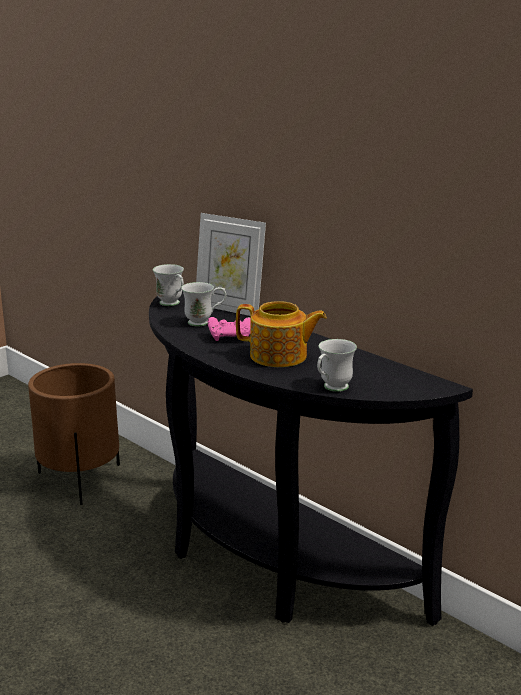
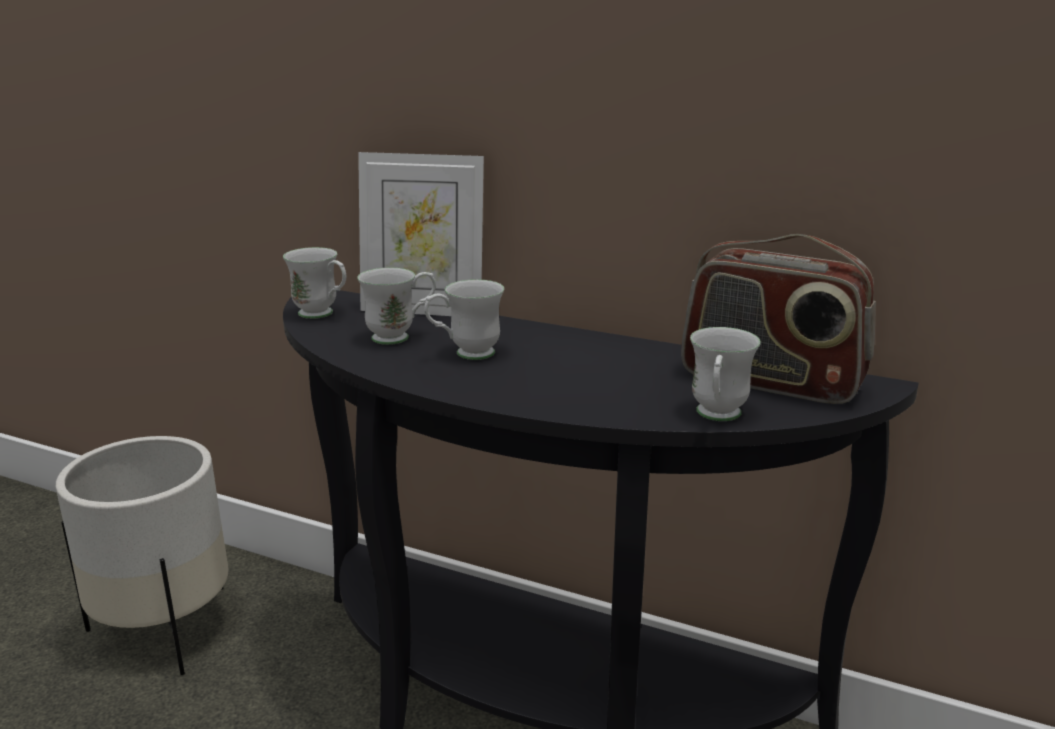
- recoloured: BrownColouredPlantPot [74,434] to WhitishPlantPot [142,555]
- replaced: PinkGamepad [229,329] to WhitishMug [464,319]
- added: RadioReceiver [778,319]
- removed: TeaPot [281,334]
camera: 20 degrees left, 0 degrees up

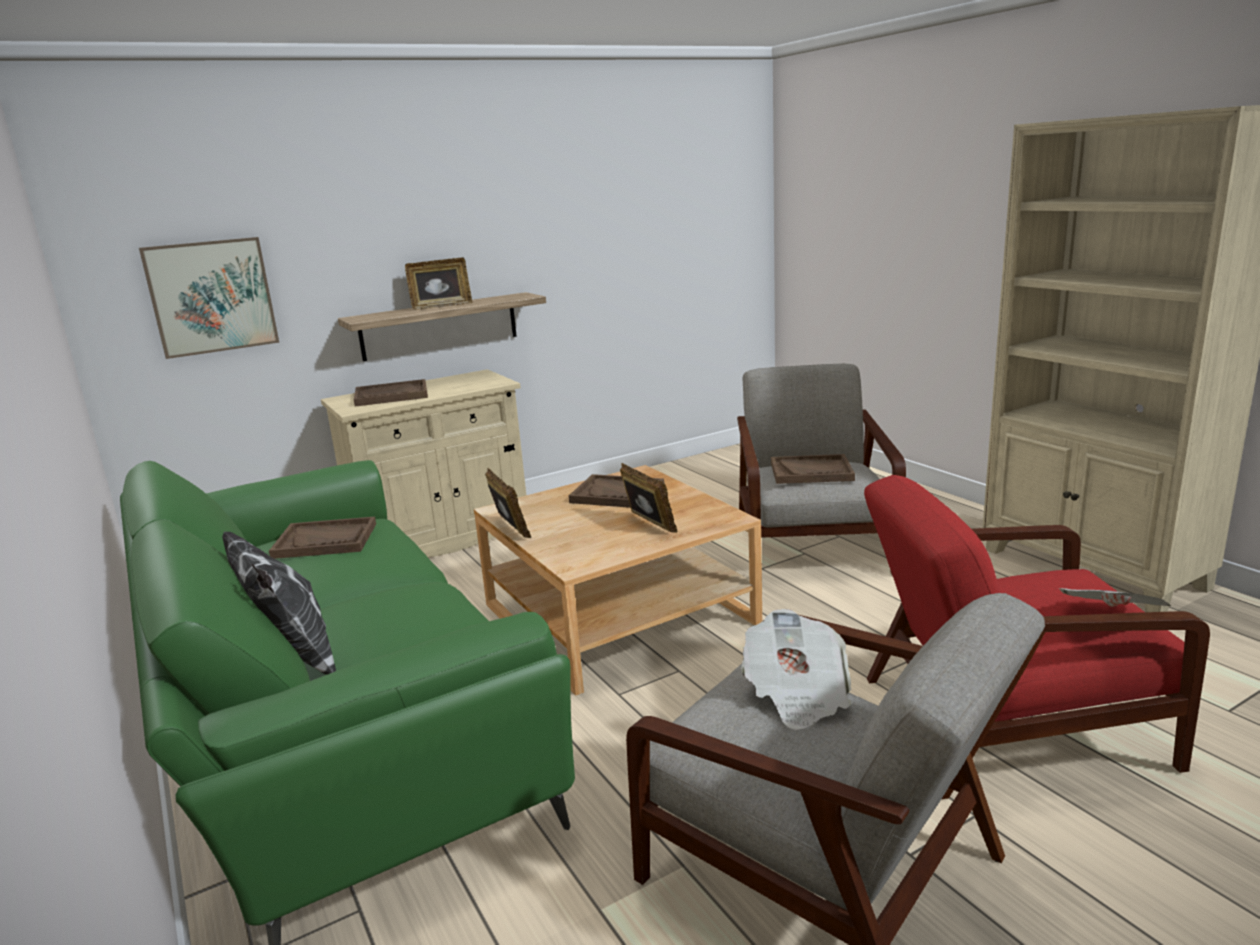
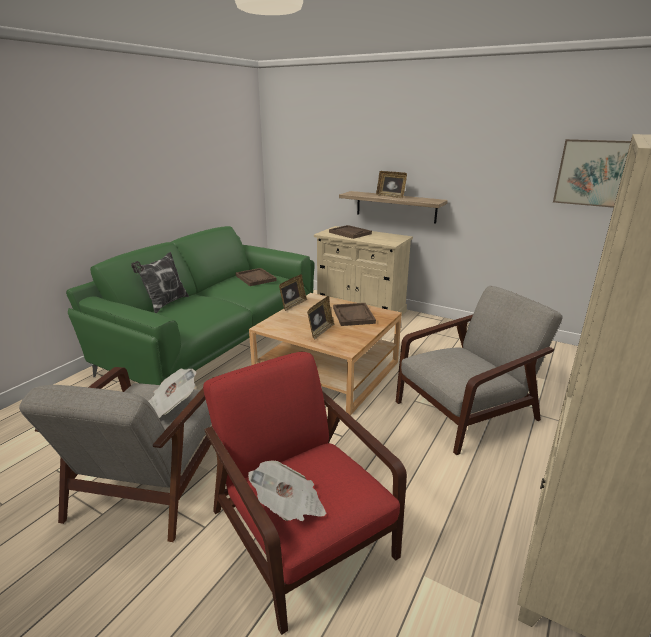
- moved: Picture [209,298] to [592,173]
- removed: BrownColouredTray [813,469]
camera: 60 degrees right, 5 degrees up

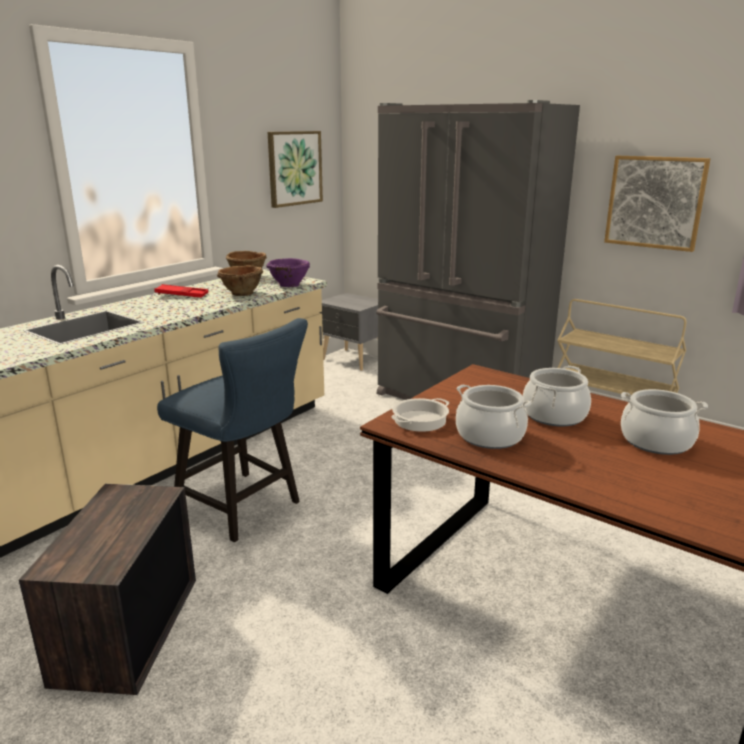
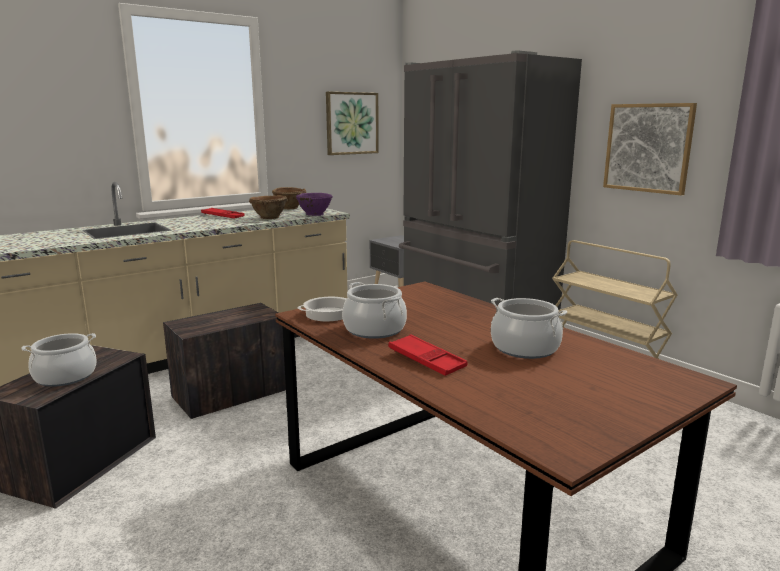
- moved: CookingPot [557,396] to [59,360]
- replaced: BluePlainChair [232,430] to ShippingCrate [224,361]
- added: RedTray [428,355]
camera: 15 degrees right, 5 degrees down

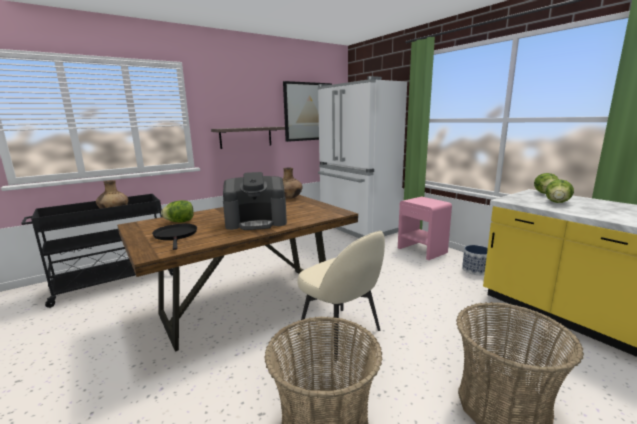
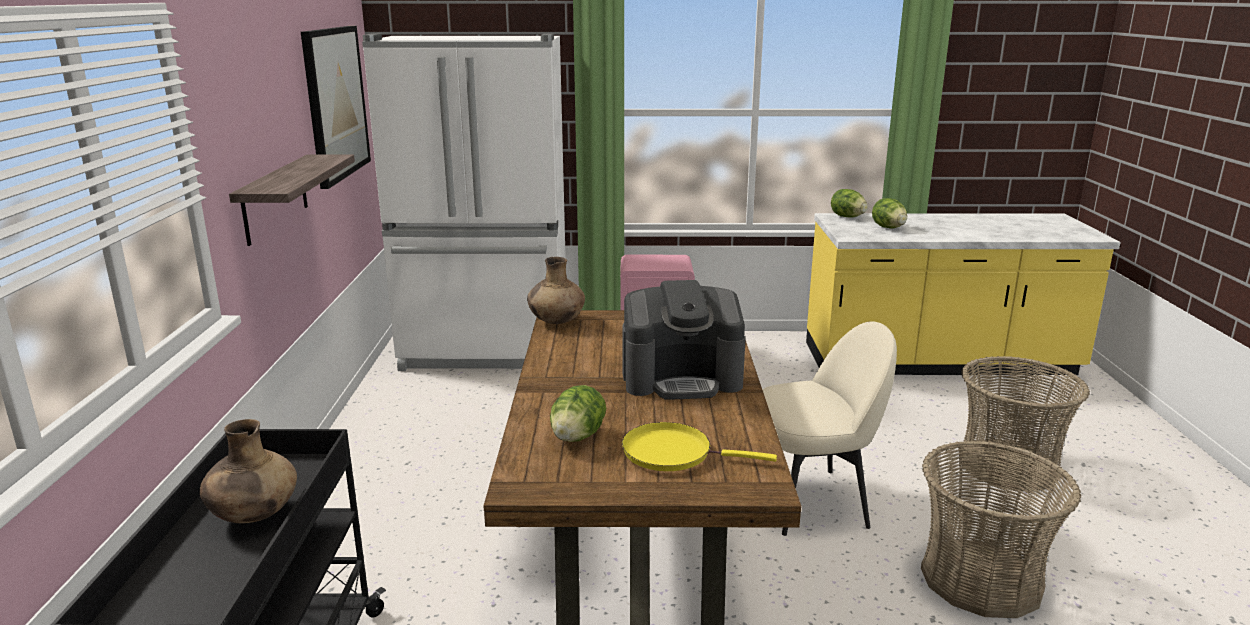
- recoloured: BlackColouredSkillet [174,237] to YellowishSkillet [699,446]
- turned: CoffeeBrewer [255,201] = [684,339] 60 degrees clockwise
- removed: PlantPot [475,260]
camera: 55 degrees left, 5 degrees up

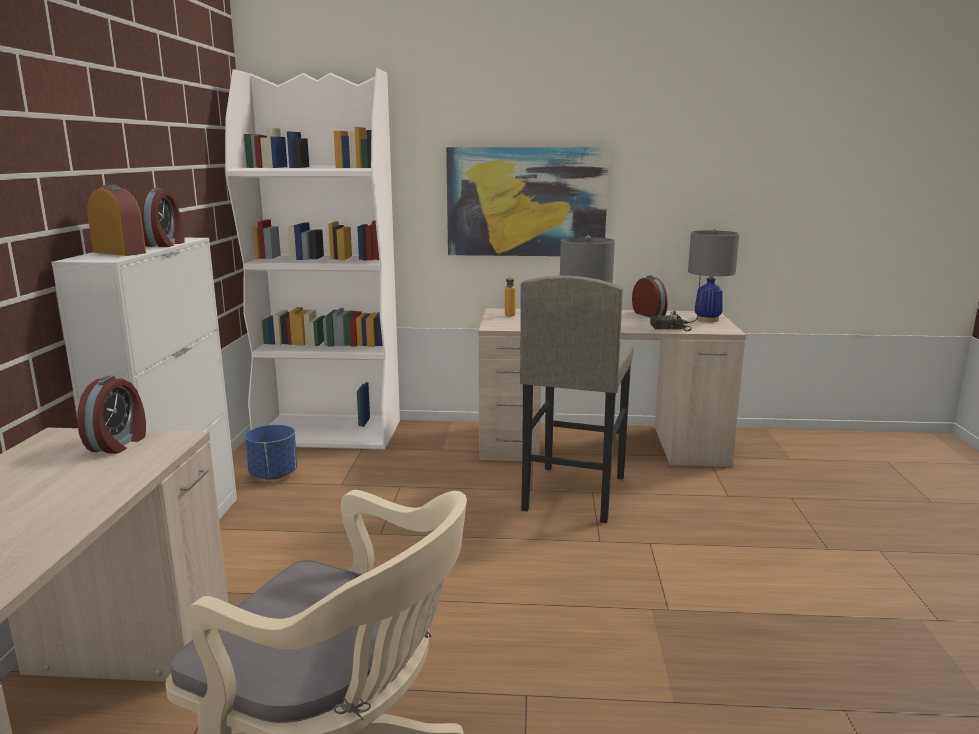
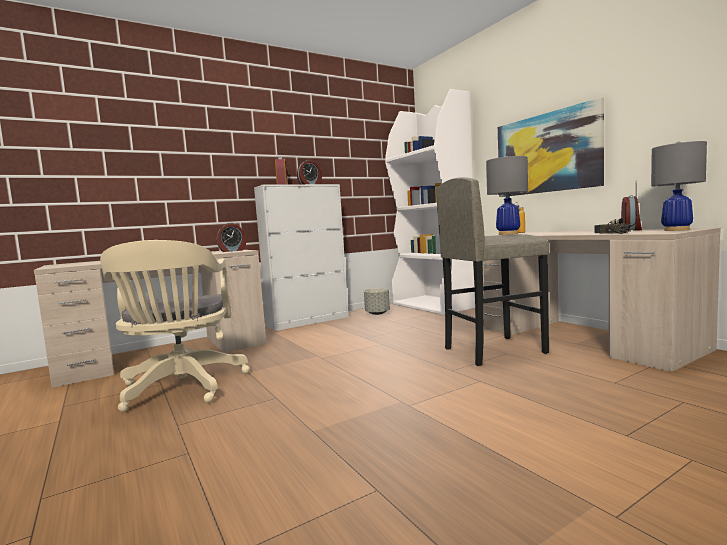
- recoloured: BluePlantPot [271,452] to GreyPlantPot [377,301]
camera: 55 degrees right, 10 degrees down

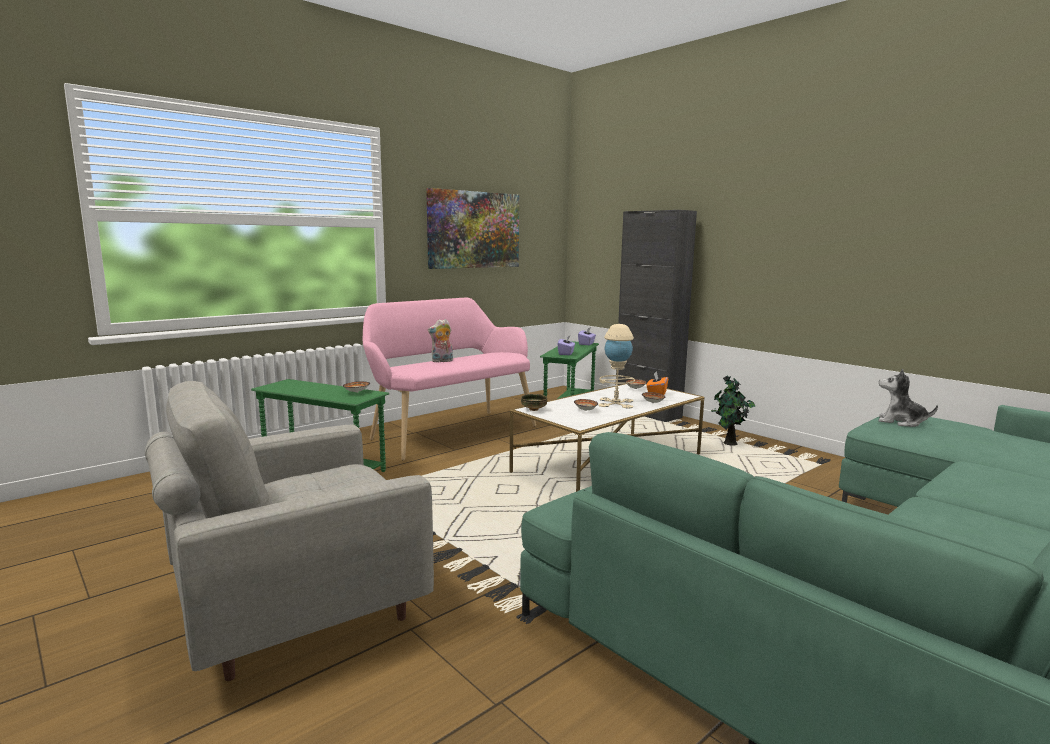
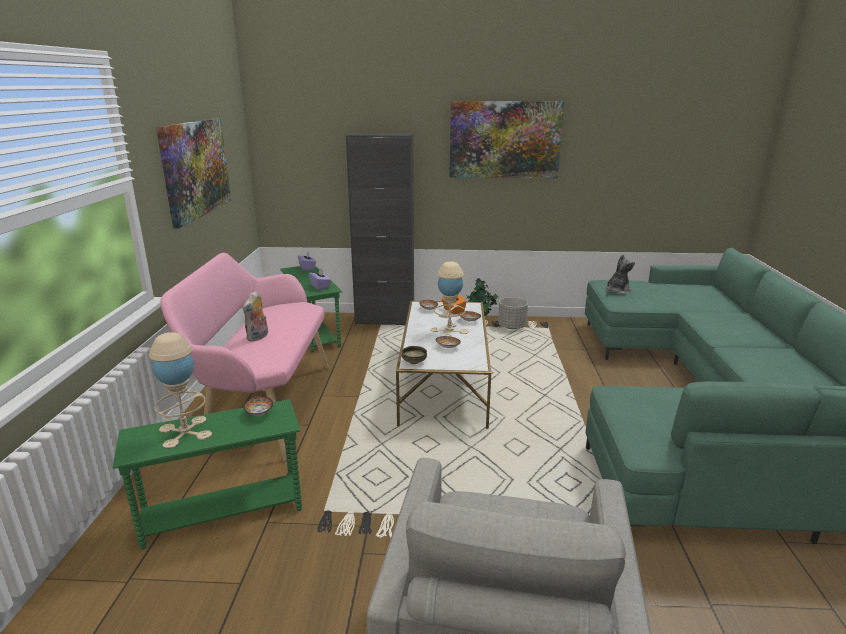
- added: BeigeTableLamp [180,390]
- added: Picture [506,139]
- added: GreyPlantPot [513,313]
- turned: PlushToy [908,398] = [620,274] 150 degrees clockwise
camera: 45 degrees left, 10 degrees up

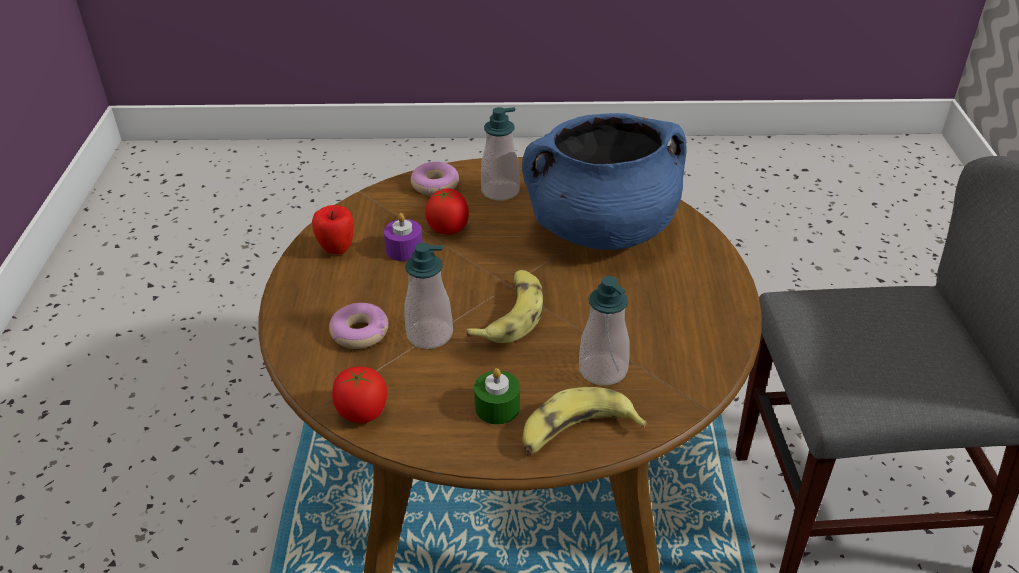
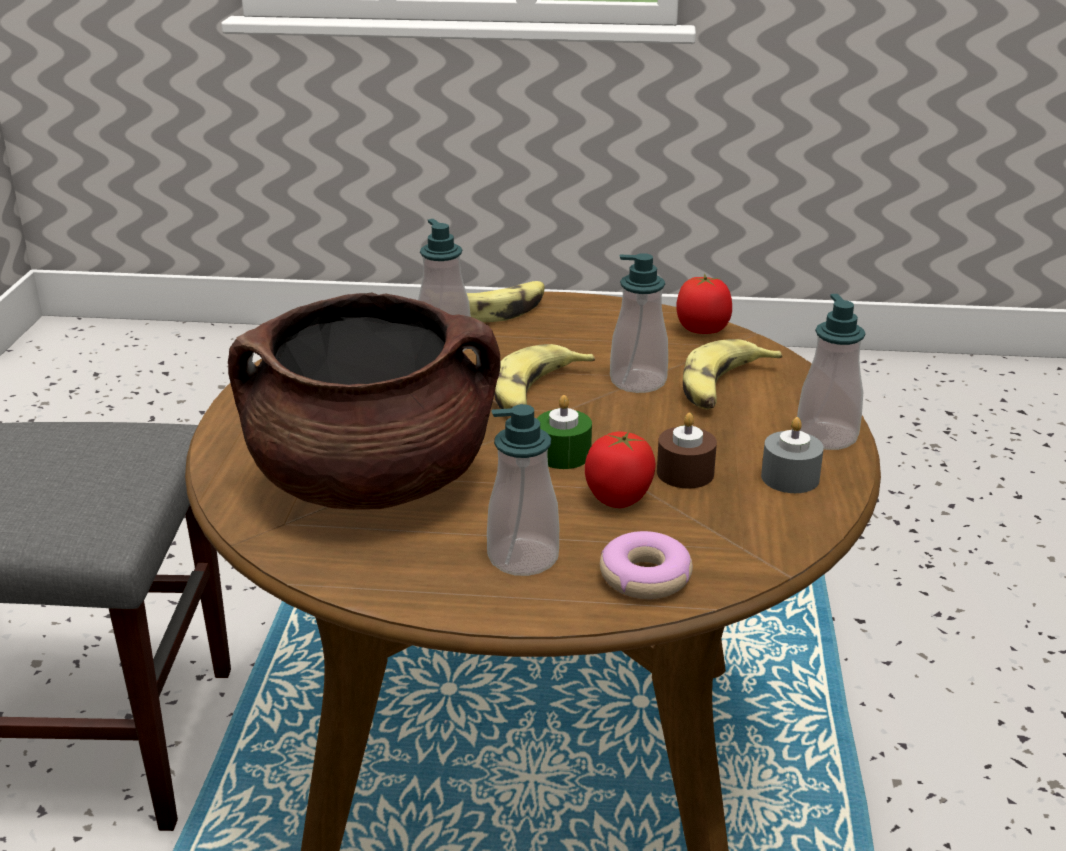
- recoloured: BlueCookingPot [604,181] to BrownColouredCookingPot [364,401]
- moved: GreenColouredWaxLight [497,396] to [564,432]
- recoloured: PurpleWaxLight [403,237] to BrownColouredWaxLight [687,451]
- replaced: RingDoughnut [359,326] to WholeBanana [733,374]
- replaced: WholeApple [333,229] to GreyWaxLight [792,455]
- added: SoapBottle [831,372]
camera: 175 degrees left, 10 degrees down

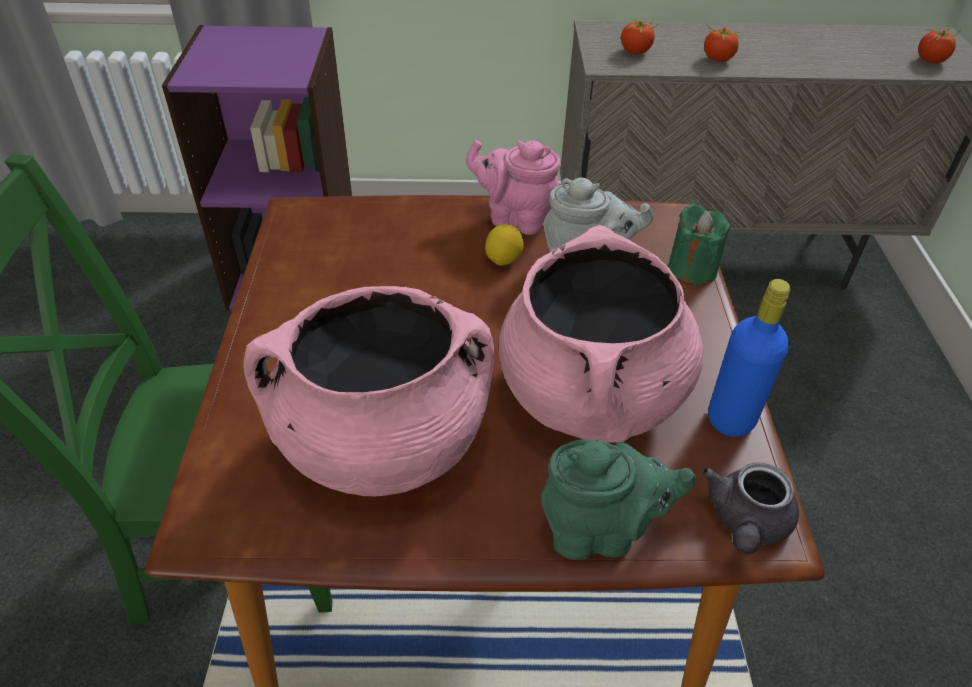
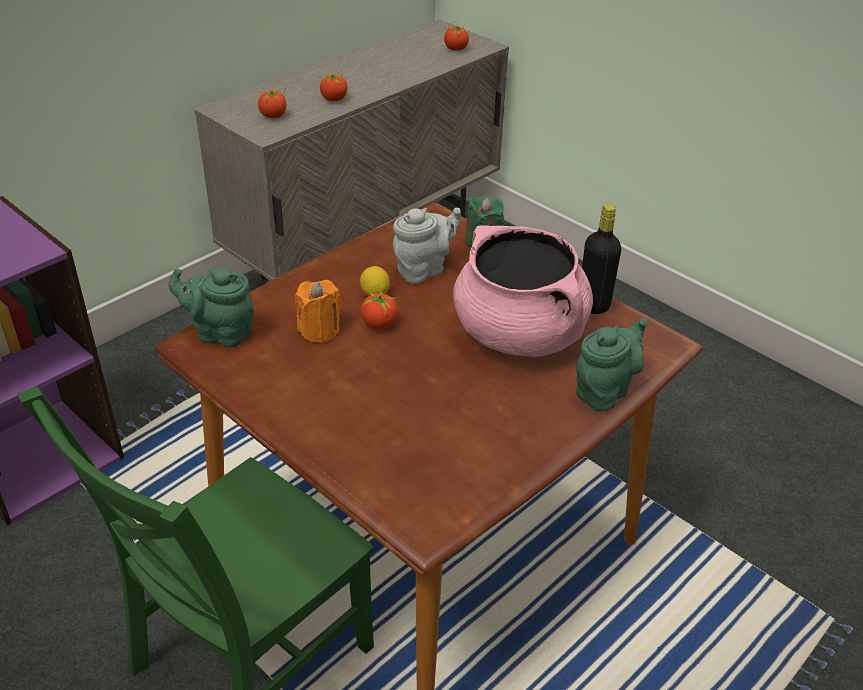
- added: GreenColouredTeaPot [211,308]
- added: OrangeWaxLight [317,311]
- added: WholeTomato [379,307]
- recoloured: BlueBeverageBottle [749,358] to BlackColouredBeverageBottle [601,259]
- removed: PinkCookingPot [369,391]
- removed: PinkTeaPot [513,187]
- removed: GreyTeaPot [750,508]
camera: 45 degrees left, 5 degrees down

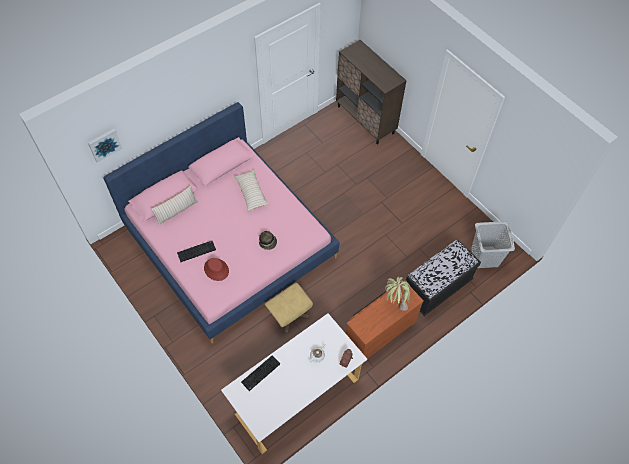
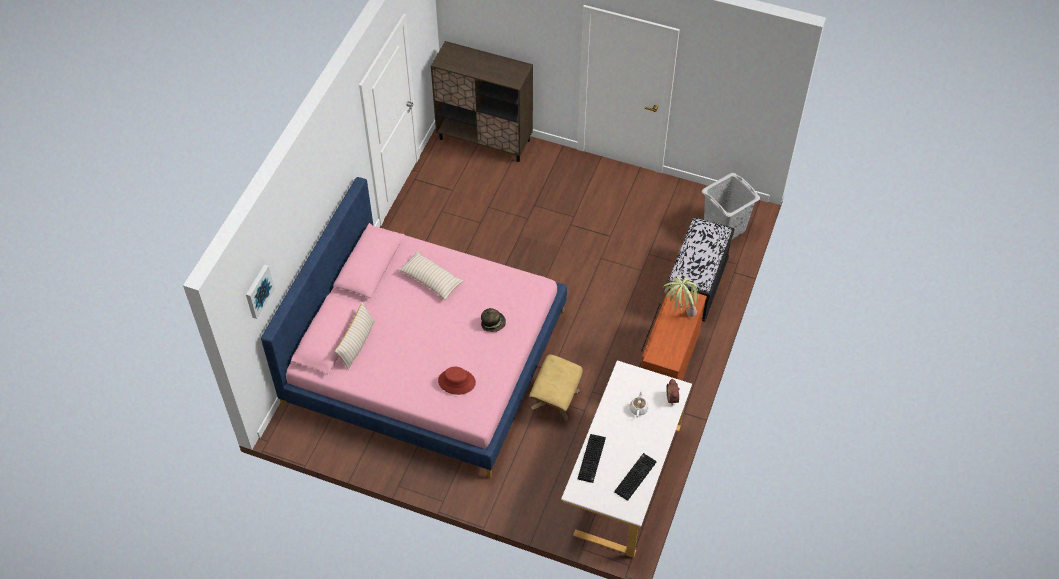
- moved: Keyboard [196,251] to [635,477]
camera: 30 degrees left, 5 degrees down

